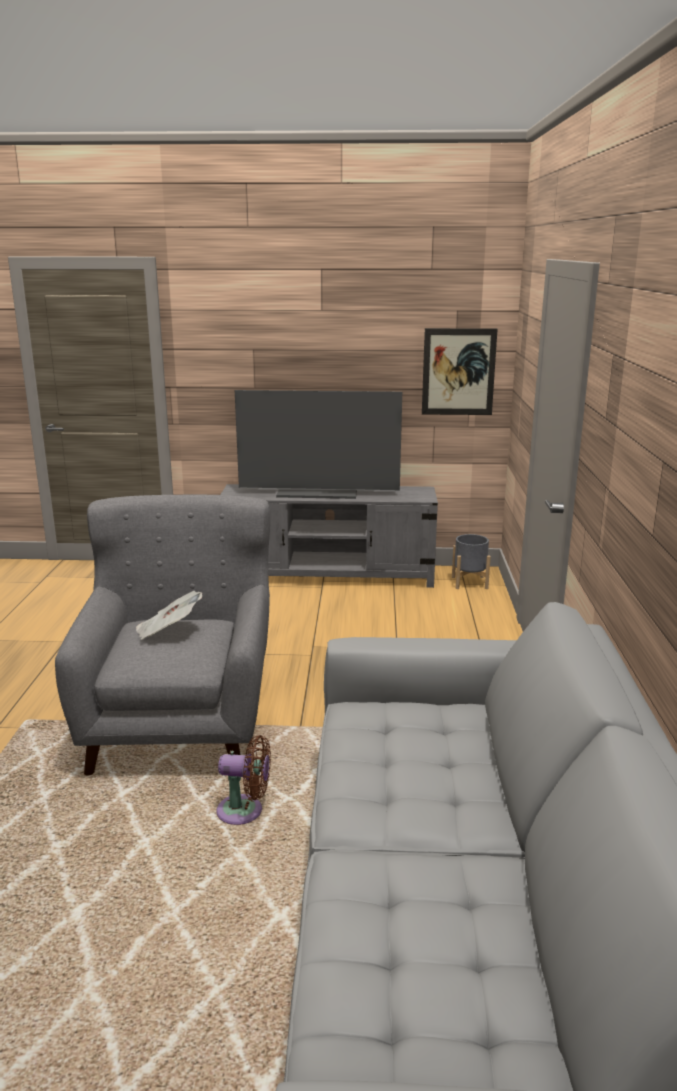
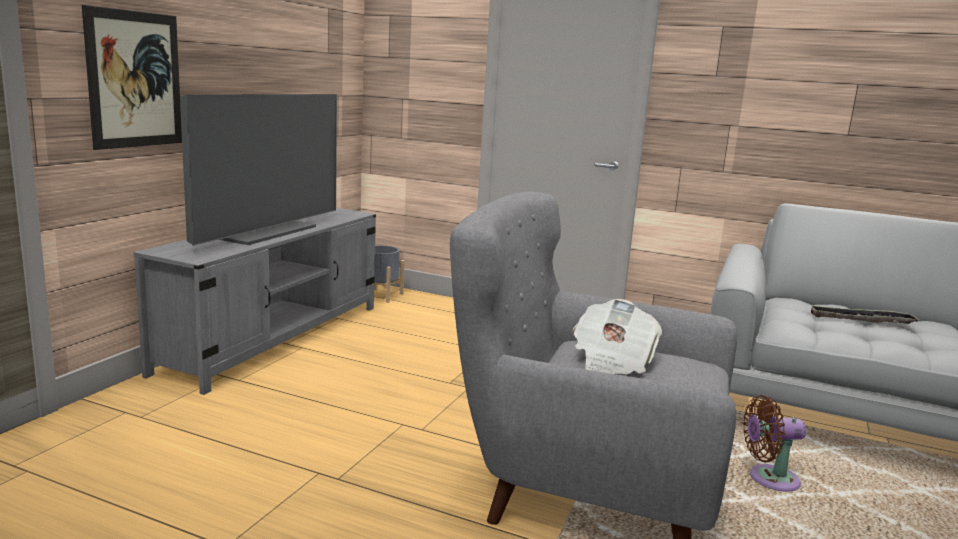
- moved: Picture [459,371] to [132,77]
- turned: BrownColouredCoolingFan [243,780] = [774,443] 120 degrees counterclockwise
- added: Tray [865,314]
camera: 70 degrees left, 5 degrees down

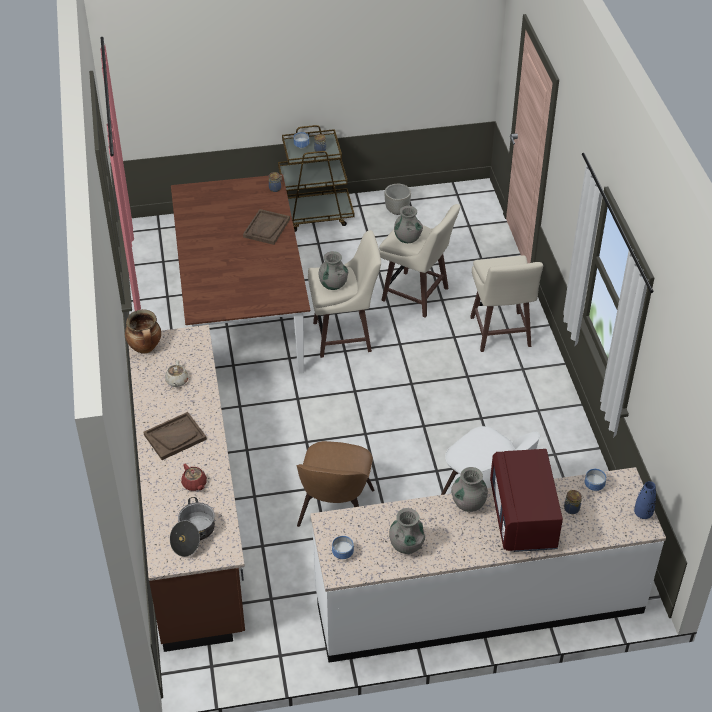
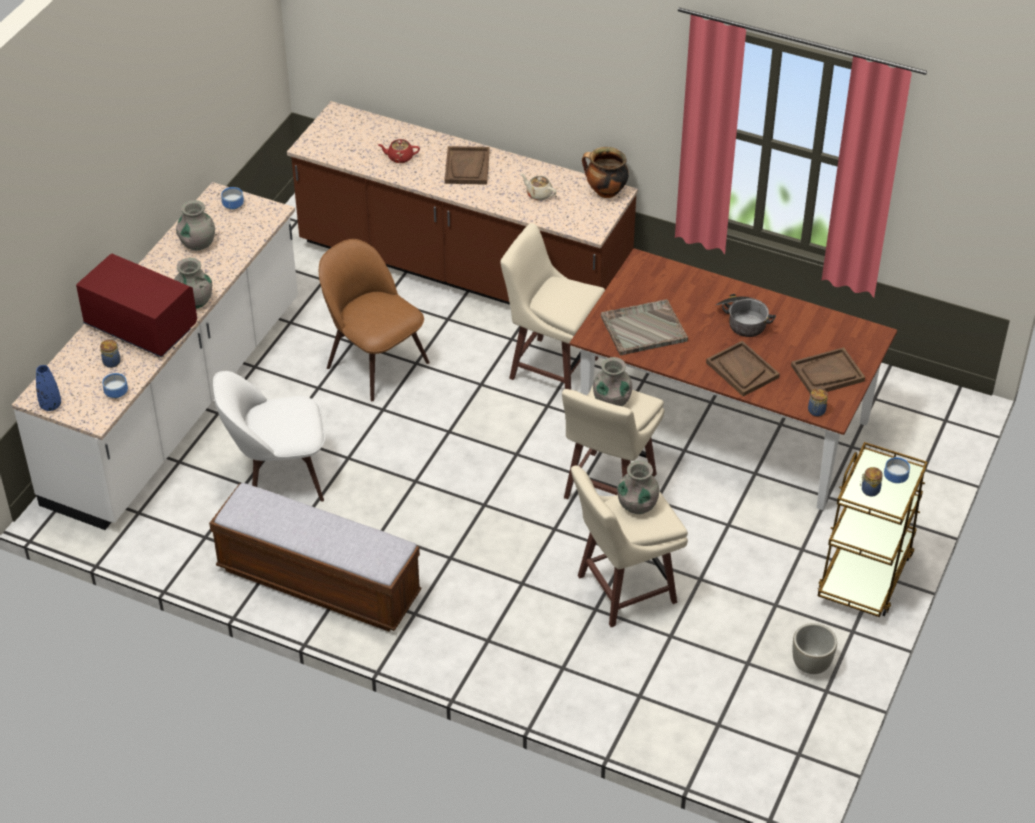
- added: IndoorBench [315,557]
- moved: BeigeSittingStool [506,304] to [552,306]
- added: GreyTray [644,327]
- moved: CookingPot [192,527] to [746,315]
- added: BrownColouredTray [828,370]
camera: 125 degrees right, 0 degrees up

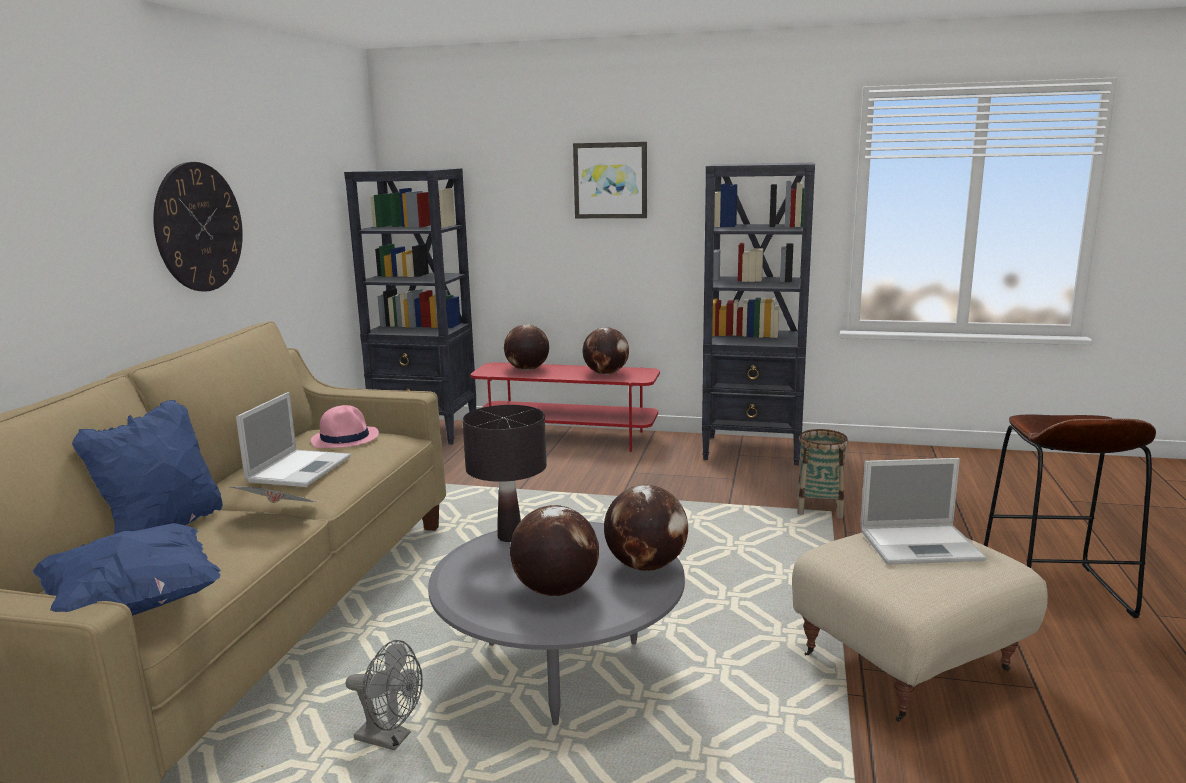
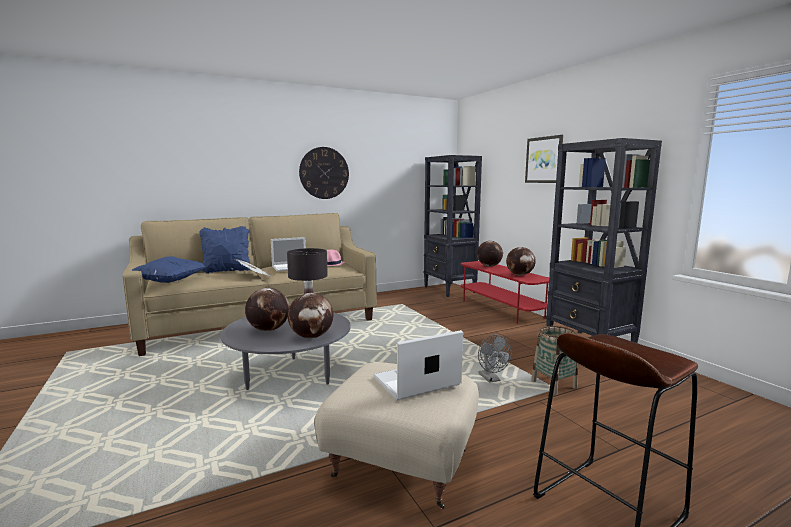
- turned: Laptop [923,511] = [418,365] 105 degrees clockwise
- moved: GreyCoolingFan [384,695] to [495,359]
camera: 50 degrees right, 5 degrees down

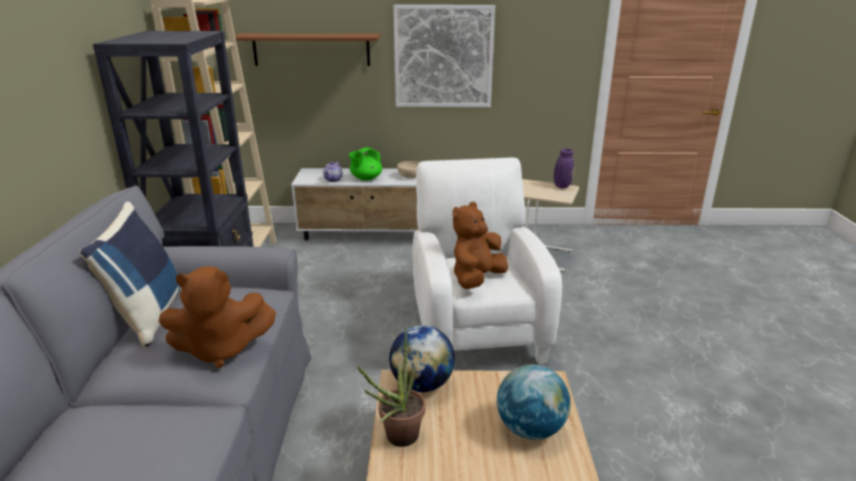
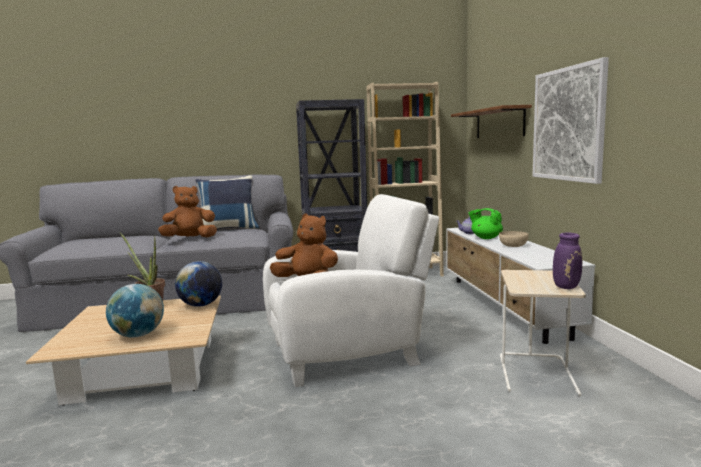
- turned: BrownColouredPlushToy [217,317] = [187,212] 90 degrees clockwise
camera: 80 degrees right, 15 degrees down

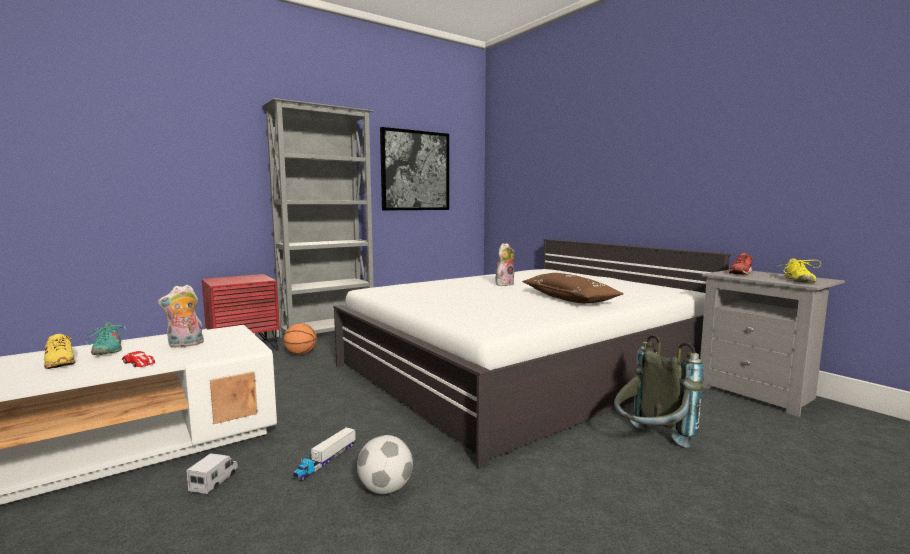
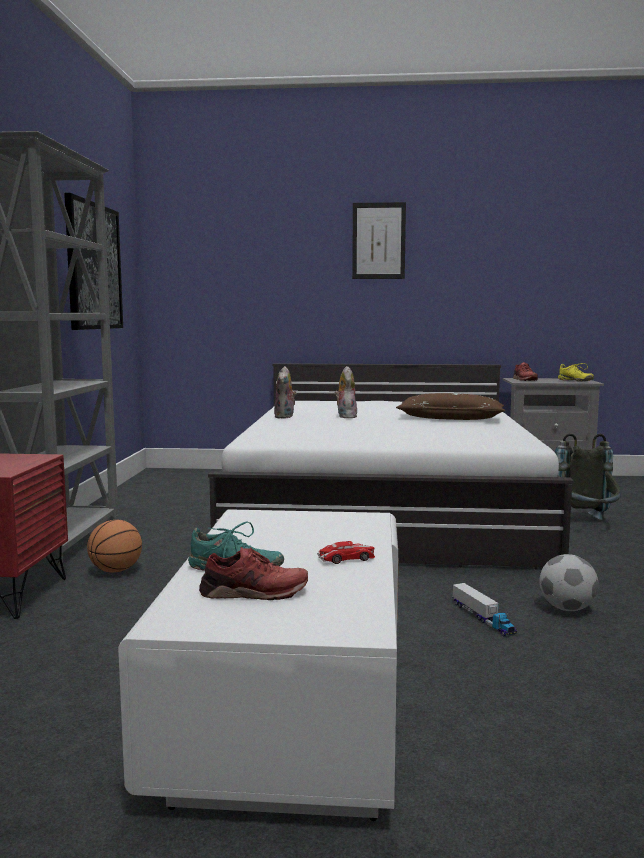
- recoloured: YellowishShoe [59,351] to RedShoe [253,573]
- moved: PlushToy [181,316] to [285,392]
- added: Picture [379,240]
- removed: ModelTruck [212,473]
camera: 50 degrees left, 0 degrees up

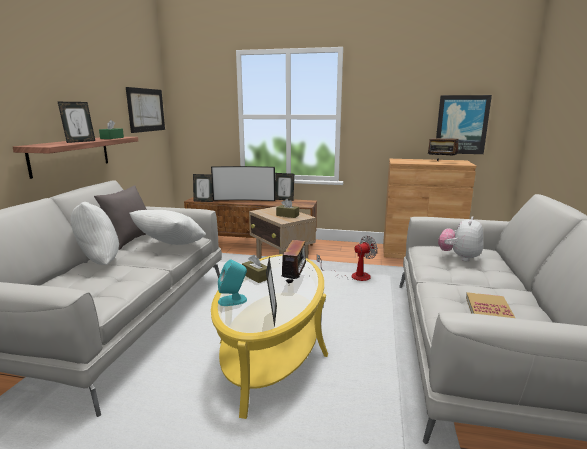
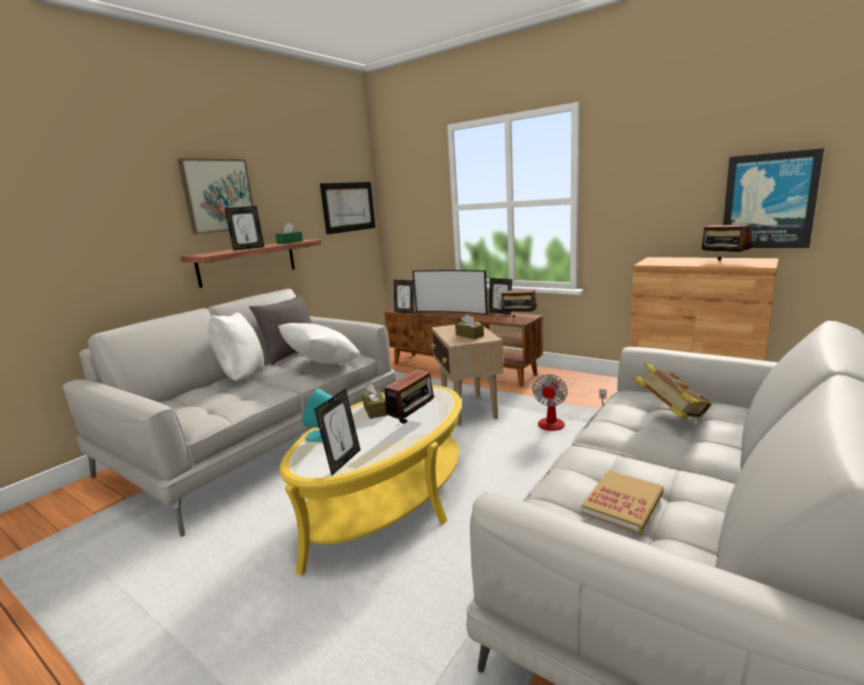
- added: Picture [215,196]
- added: RadioReceiver [519,304]
- turned: CoolingFan [347,258] = [569,402] 120 degrees clockwise
- replaced: PlushToy [460,238] to Book [673,390]
camera: 25 degrees right, 0 degrees up

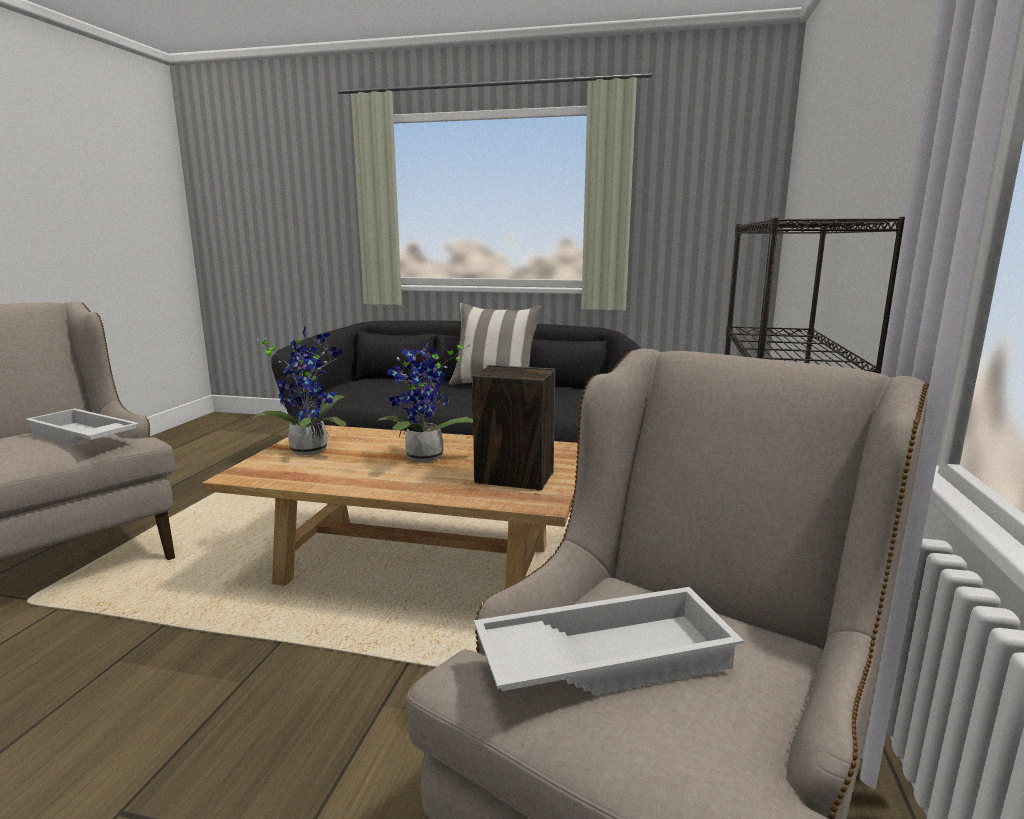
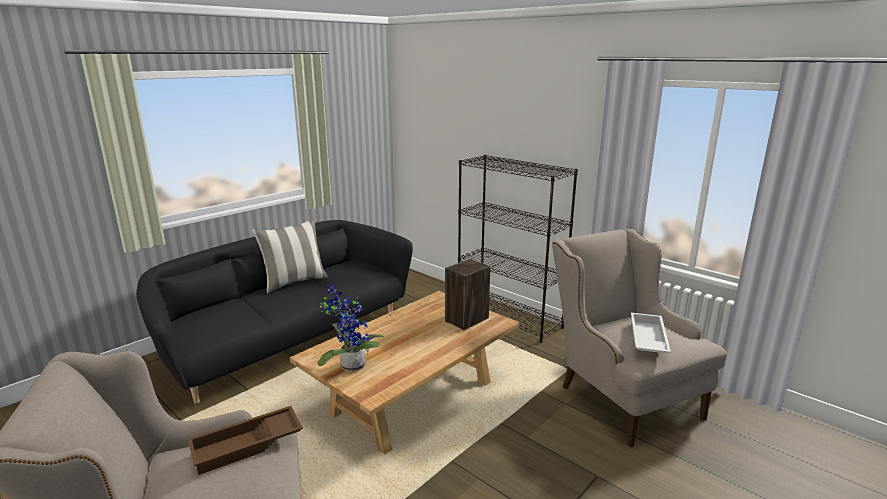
- recoloured: WhitishTray [82,426] to BrownColouredTray [245,440]
- removed: Houseplant [425,400]
camera: 60 degrees left, 5 degrees up

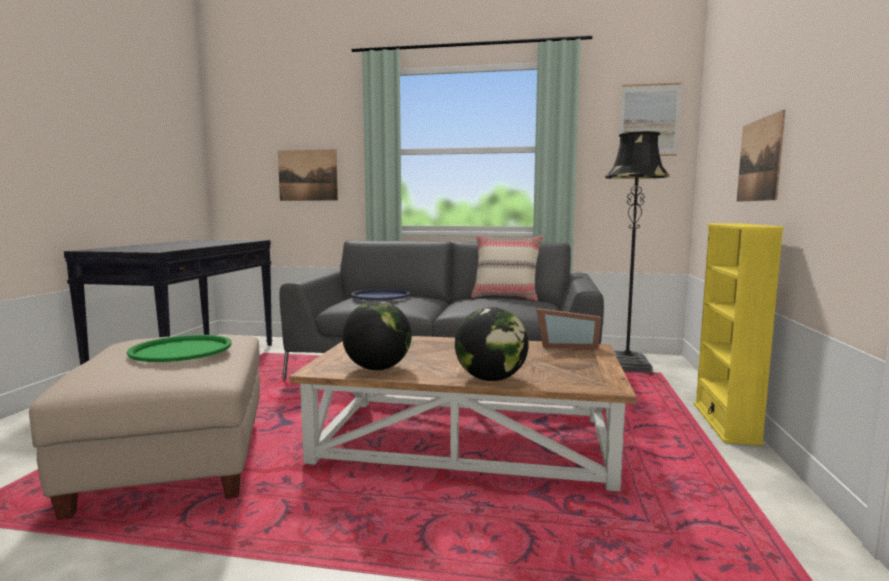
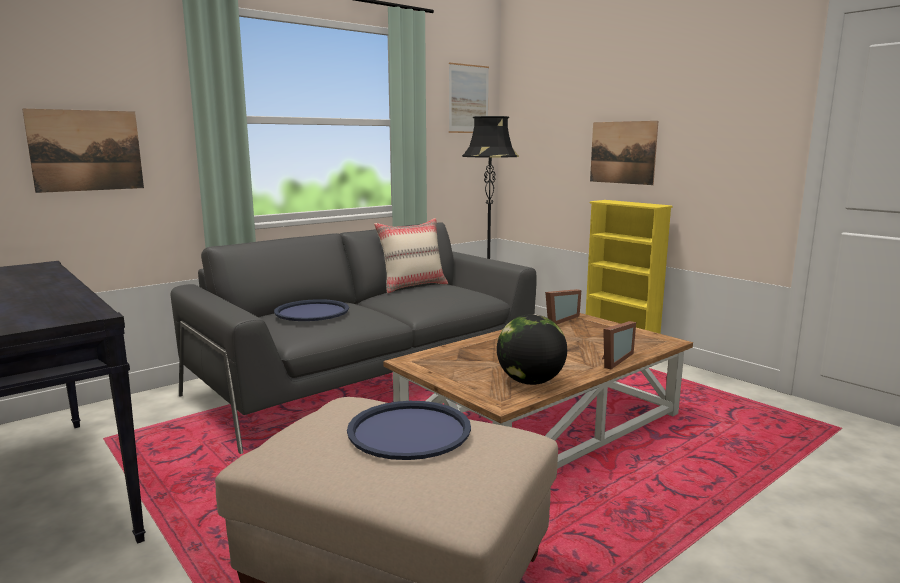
- recoloured: GreenColouredTray [179,348] to BlueTray [409,430]
- replaced: DeskGlobe [492,344] to PictureFrame [619,345]
camera: 50 degrees left, 5 degrees up

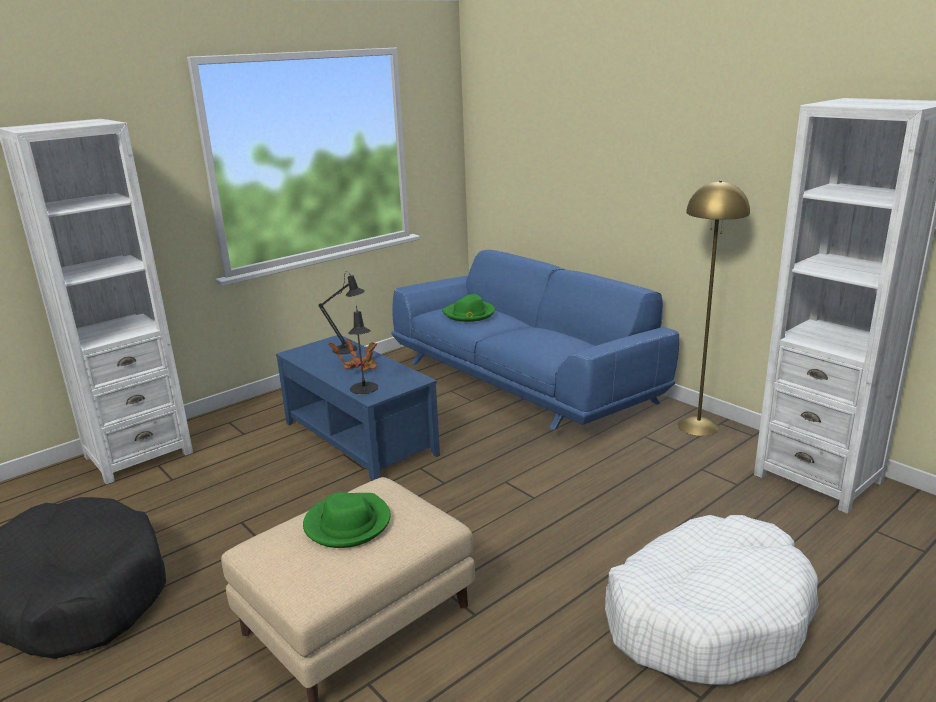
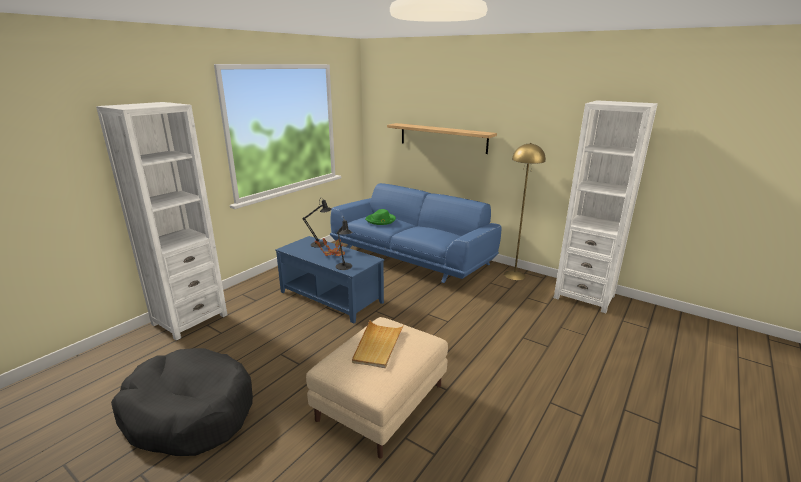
- replaced: GreenColouredWearableHat [347,520] to BeigeTray [378,344]
- added: Shelf [442,138]
- removed: WhitishDogBed [712,600]
camera: 15 degrees left, 0 degrees up

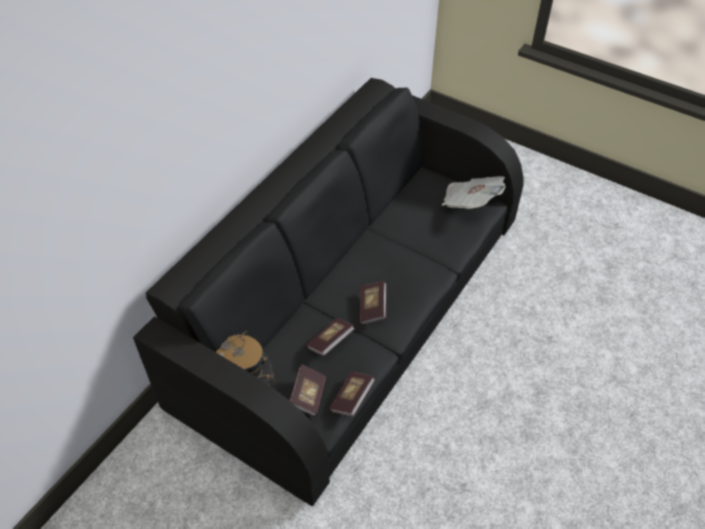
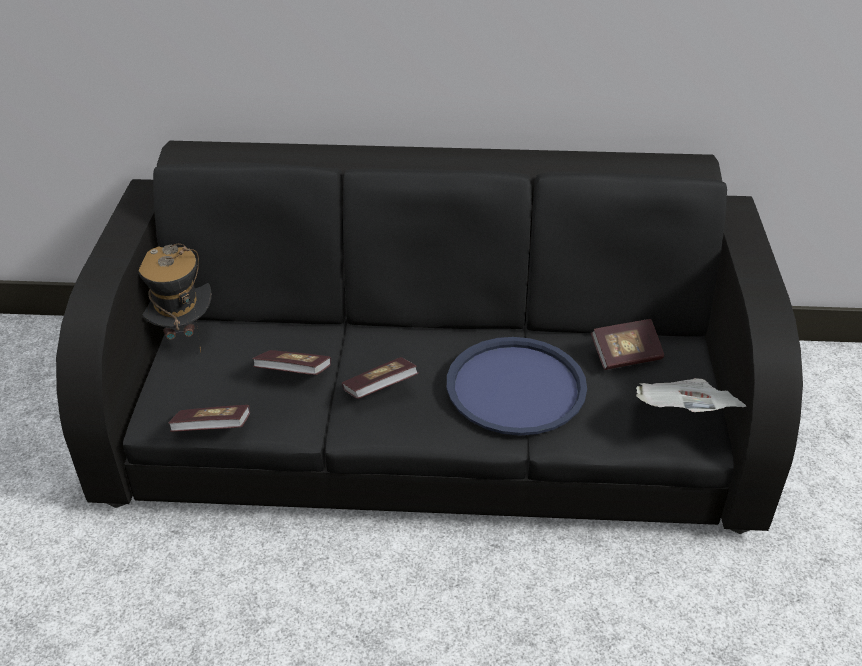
- added: BlueTray [517,386]
- moved: Book [308,390] to [627,344]
camera: 60 degrees right, 10 degrees down

